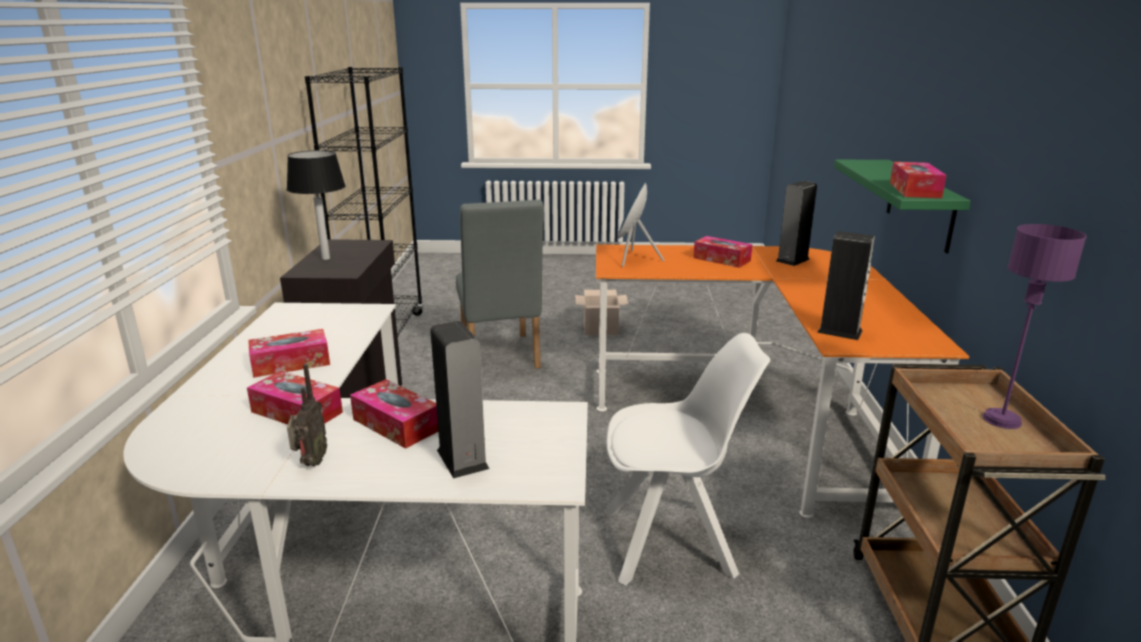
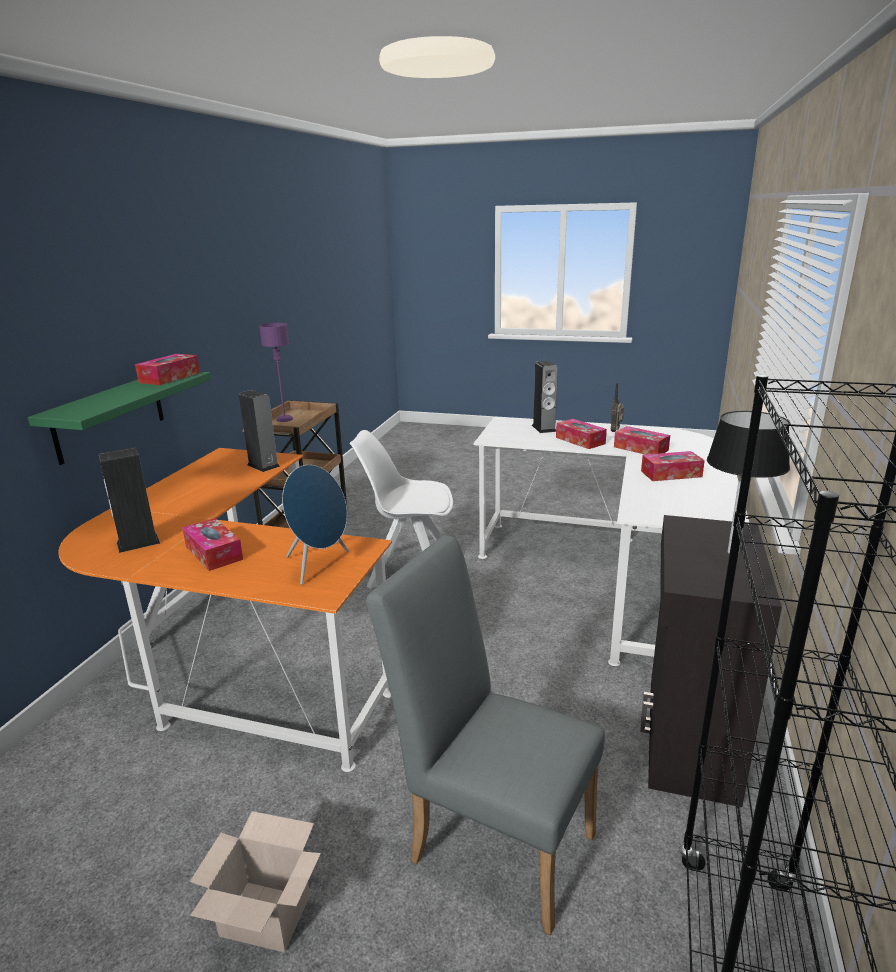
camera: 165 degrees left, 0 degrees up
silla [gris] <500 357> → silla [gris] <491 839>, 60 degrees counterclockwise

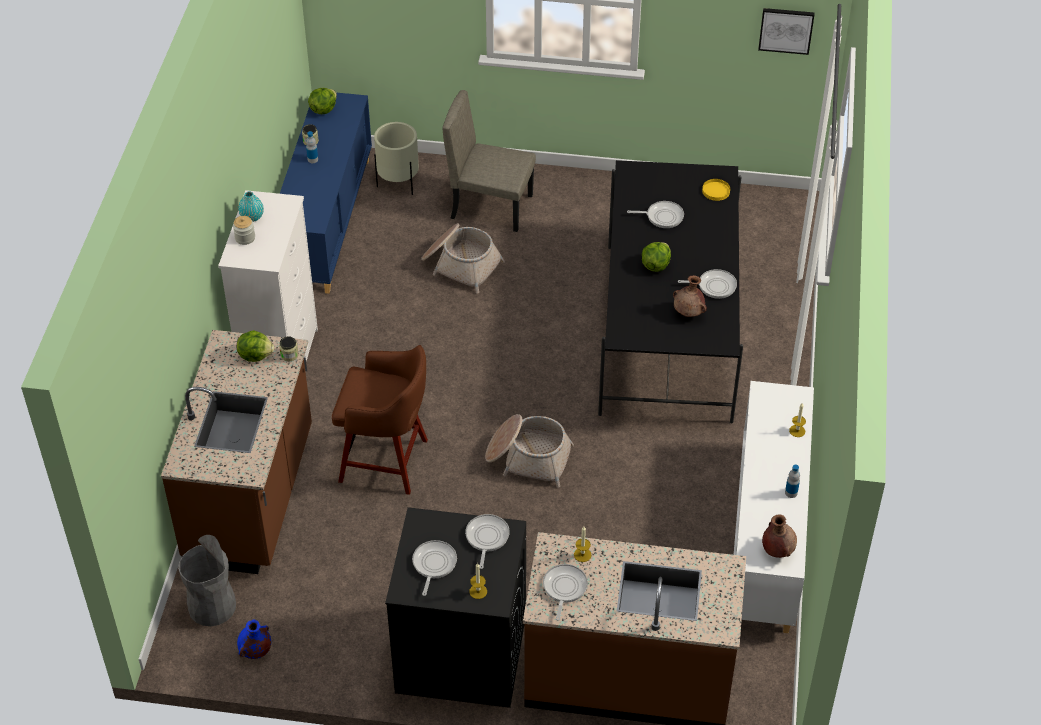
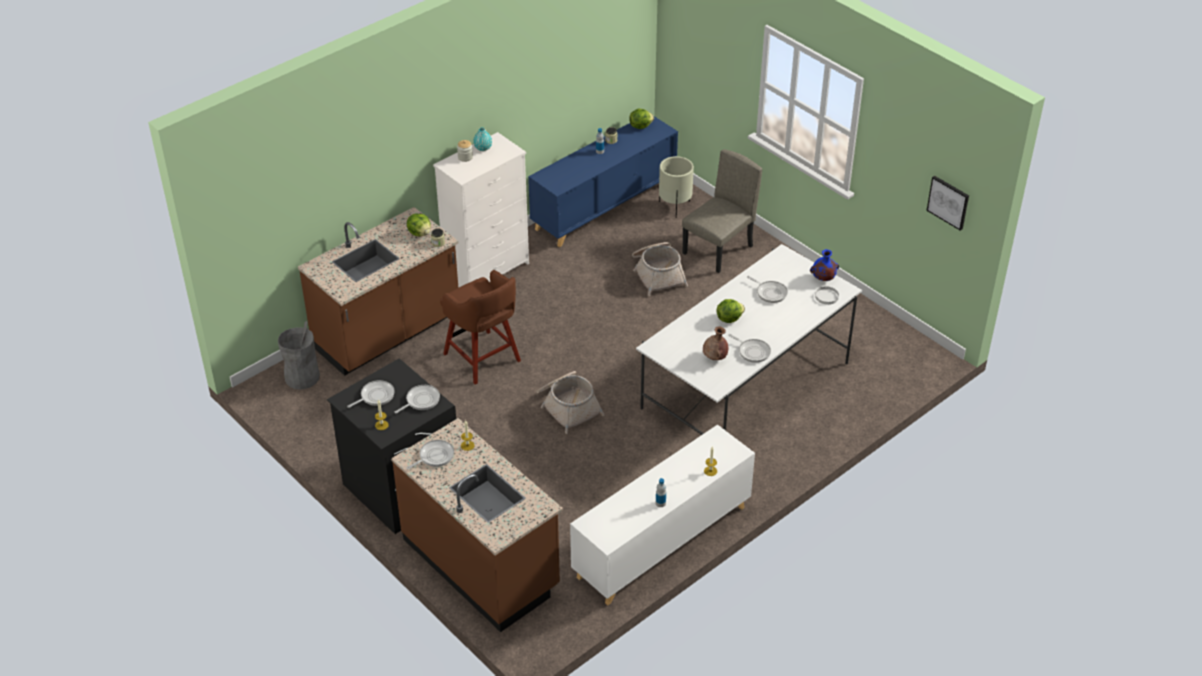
camera: 40 degrees right, 5 degrees down
mesa de comedor [negro] <668 331> → mesa de comedor [blanco] <745 385>
silla [beis] <491 206> → silla [beis] <718 250>, 75 degrees clockwise
florero [azul] <255 651> → florero [azul] <823 278>, relocated
plato [amarillo] <715 191> → plato [blanco] <826 296>
florero [marrón] <777 550> → -

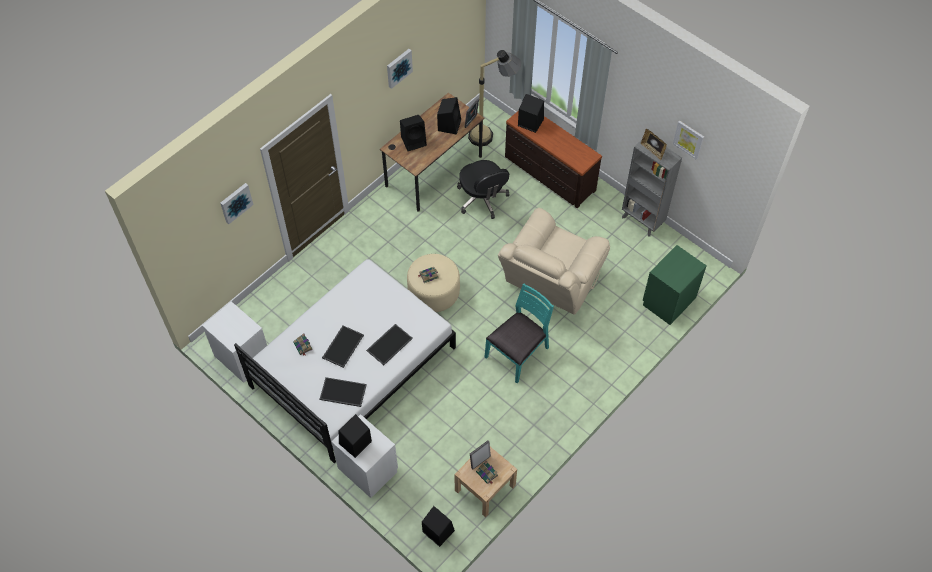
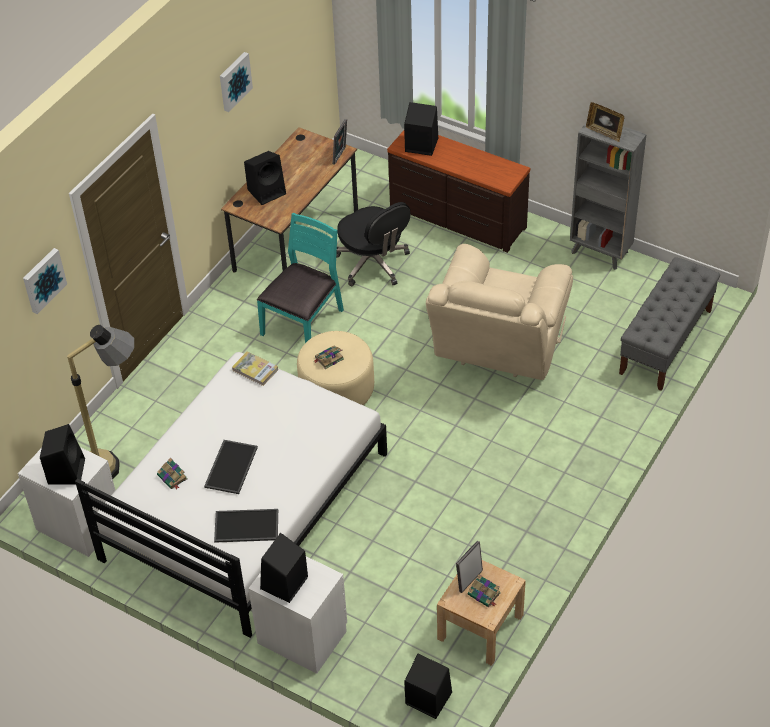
camera: 10 degrees left, 10 degrees down
altavoz [negro] <449 124> → altavoz [negro] <66 470>, relocated
lámpara de pie <492 135> → lámpara de pie <118 463>, relocated
- → libro <255 370>
silla [turquesa] <518 353> → silla [turquesa] <304 322>, relocated
mesita de noche [verde] <668 301> → banco [gris] <665 342>
bandeja <389 344> → -
cuadro <689 139> → -

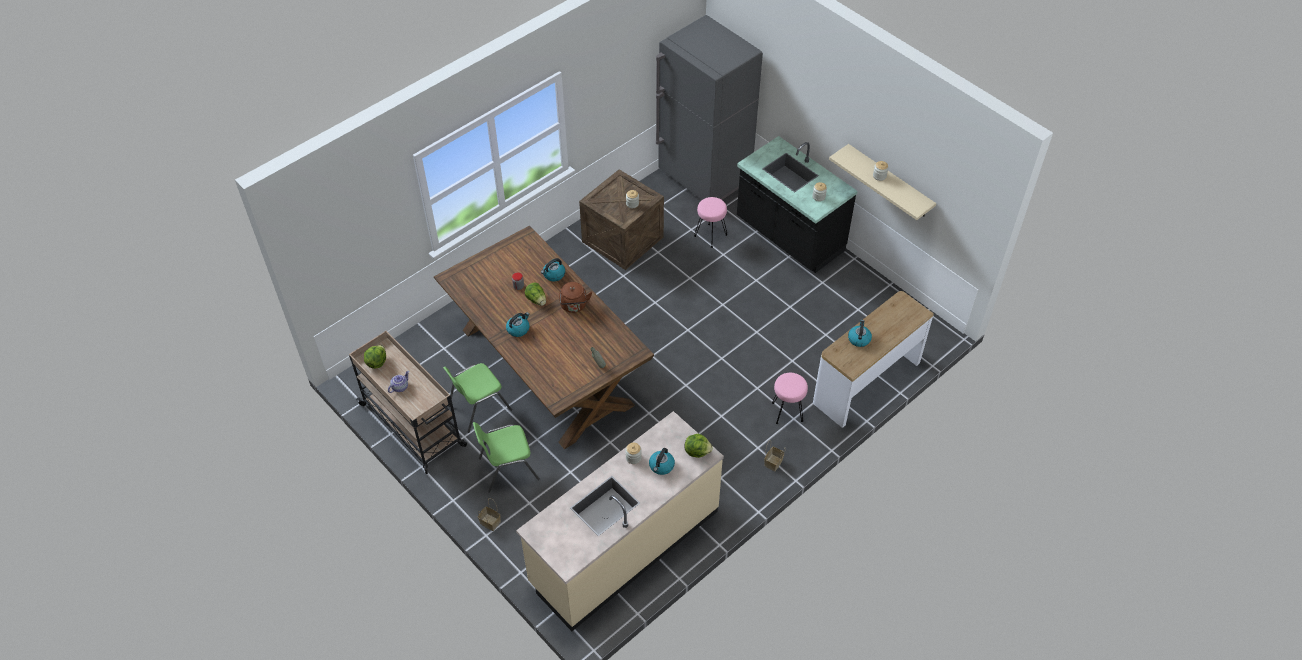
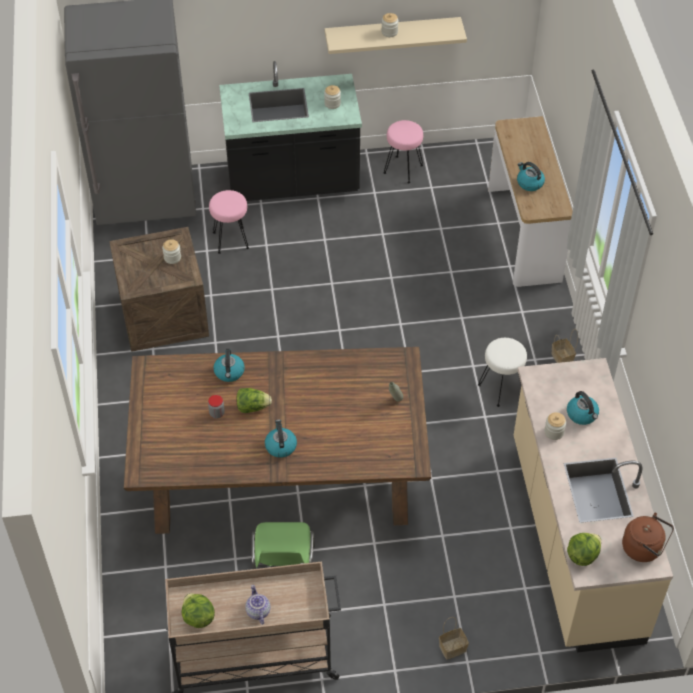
camera: 55 degrees left, 0 degrees up
taburete [rosa] <787 412> → taburete [rosa] <403 169>, relocated
- → taburete [blanco] <501 389>
lechuga <697 451> → lechuga <582 555>, relocated
hervidor [marrón] <574 306> → hervidor [marrón] <644 548>, relocated
silla [verde] <507 468> → -

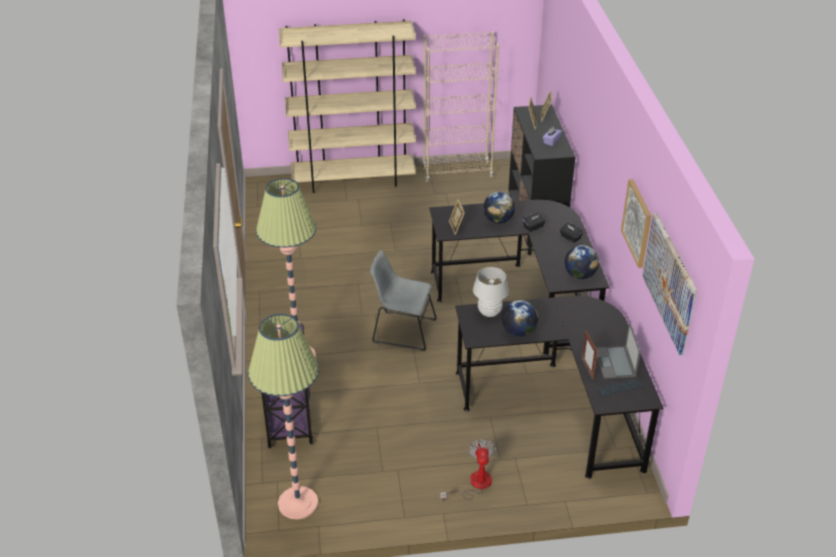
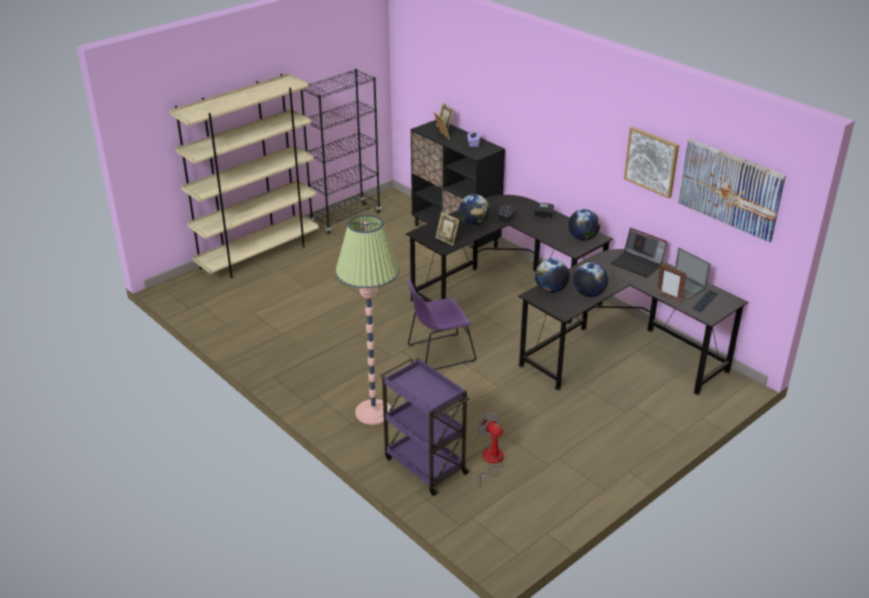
camera: 35 degrees left, 5 degrees down
estantería [beis] <457 173> → estantería [negro] <346 219>
silla [gris] <401 330> → silla [morado] <438 353>
ventilador <474 484> → ventilador <491 461>, relocated
lámpara de mesa [blanco] <489 312> → globo terráqueo <550 290>
- → portátil <638 264>
lámpara de pie <298 503> → -

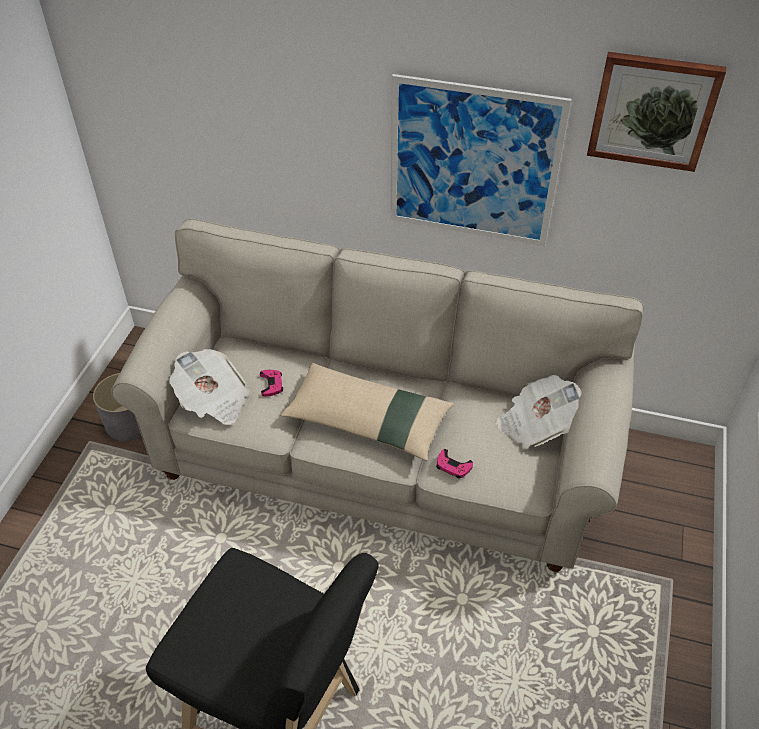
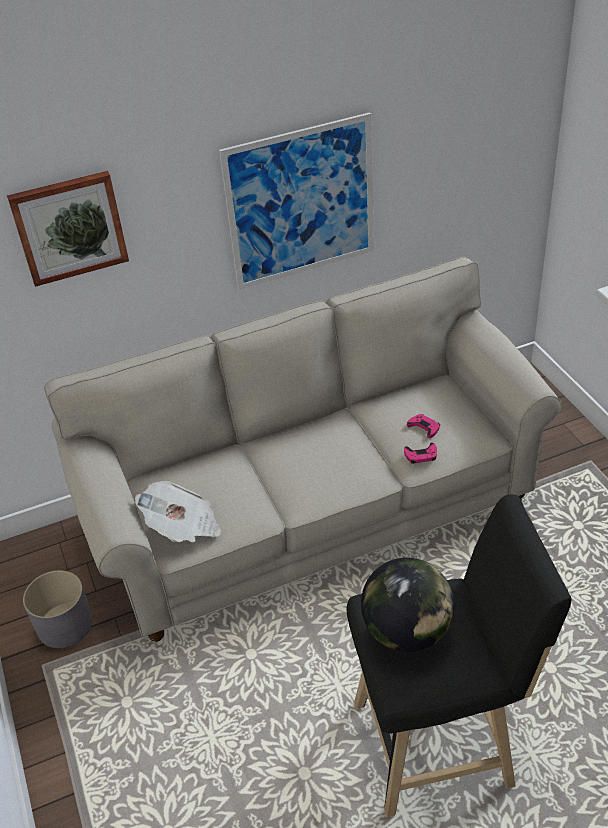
camera: 35 degrees left, 5 degrees down
cuadro <652 110> → cuadro <69 227>, relocated
- → globo terráqueo <407 632>
mando de consola [rosa] <271 384> → mando de consola [rosa] <424 427>, relocated
cojín [beis] <367 420> → -
periódico <535 425> → -

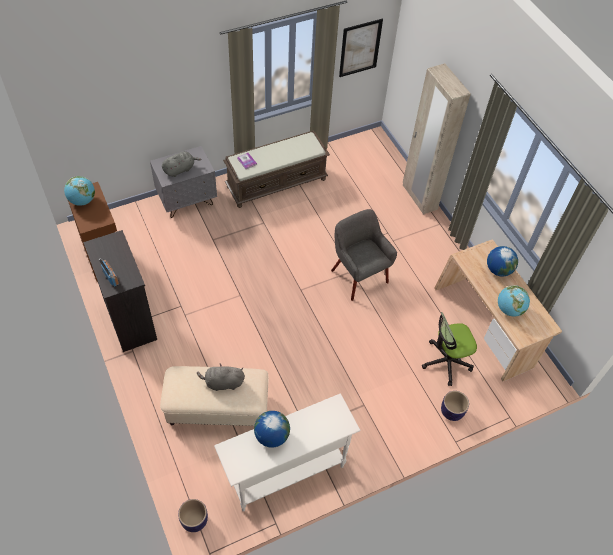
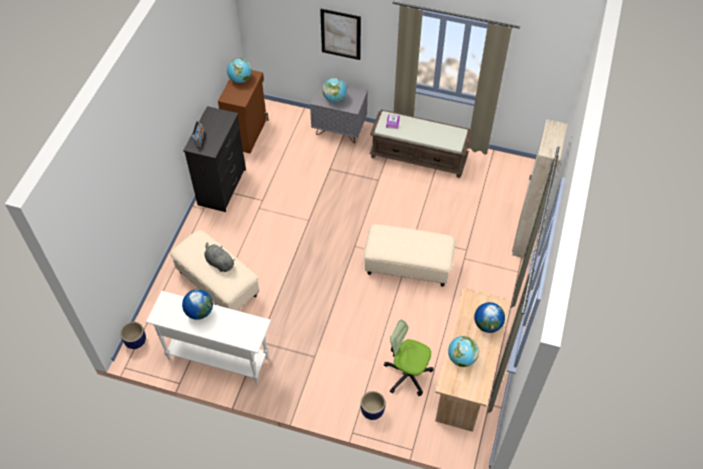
camera: 45 degrees right, 0 degrees up
cuadro <360 48> → cuadro <341 34>, relocated
peluche [gris] <180 169> → globo terráqueo <335 98>
sillón [gris] <358 276> → puf [beis] <408 266>

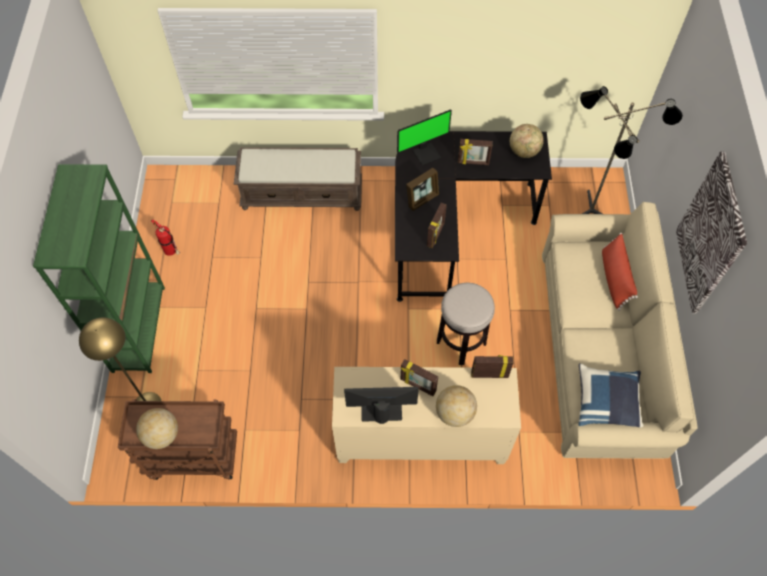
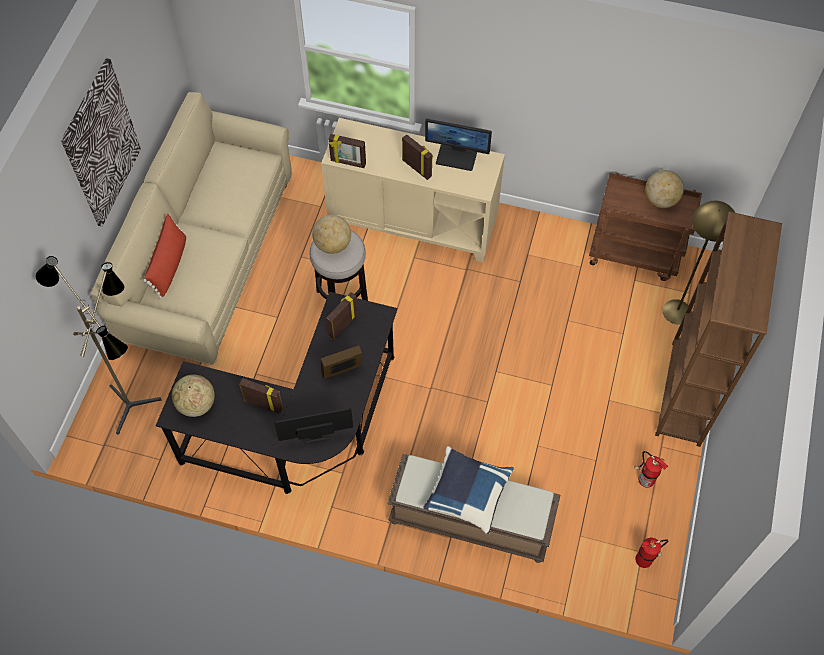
camera: 165 degrees left, 0 degrees up
globo terráqueo <454 413> → globo terráqueo <333 245>, relocated
cojín [azul] <607 402> → cojín [azul] <467 494>, relocated
- → extintor <645 560>
estantería [verde] <138 328> → estantería [marrón] <685 393>

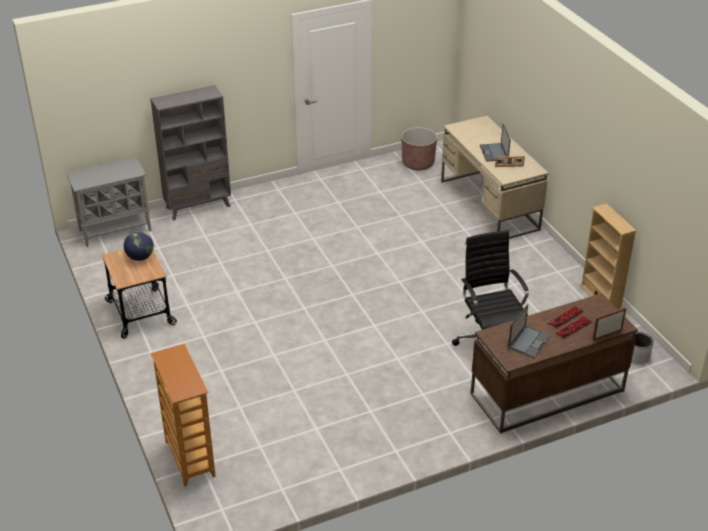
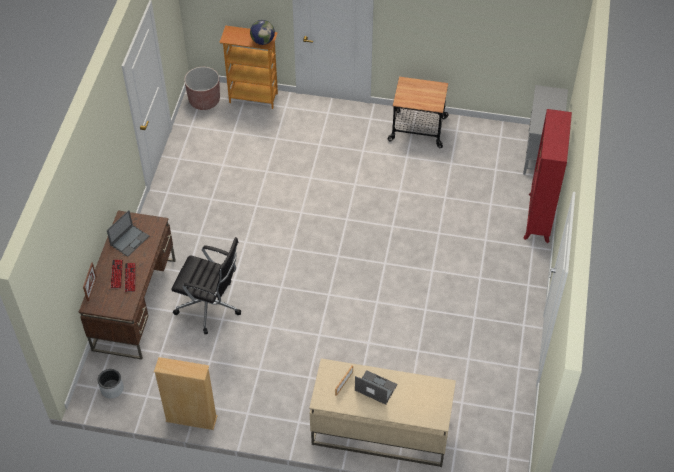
camera: 125 degrees right, 15 degrees up
portátil <529 341> → portátil <130 240>, 120 degrees counterclockwise
maceta [marrón] <418 163> → maceta [marrón] <204 100>, relocated
globo terráqueo <140 257> → globo terráqueo <262 41>, relocated
estantería [gris] <198 207> → estantería [rojo] <538 218>

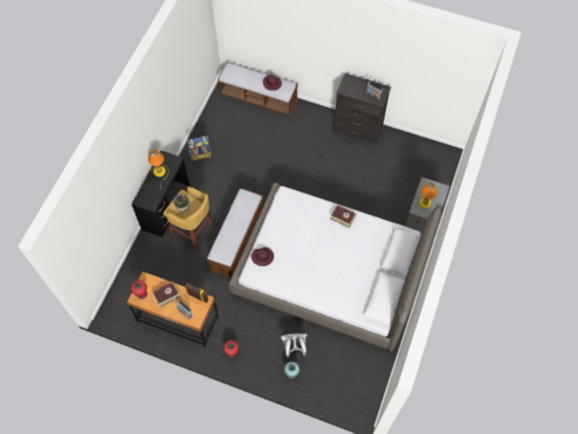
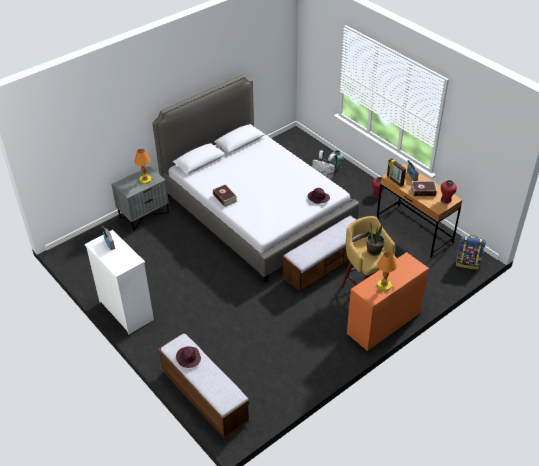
camera: 150 degrees left, 20 degrees down
cómoda [negro] <358 129> → cómoda [blanco] <126 310>
escritorio [negro] <165 207> → escritorio [naranja] <384 323>
mochila <200 155> → mochila <468 263>, relocated

